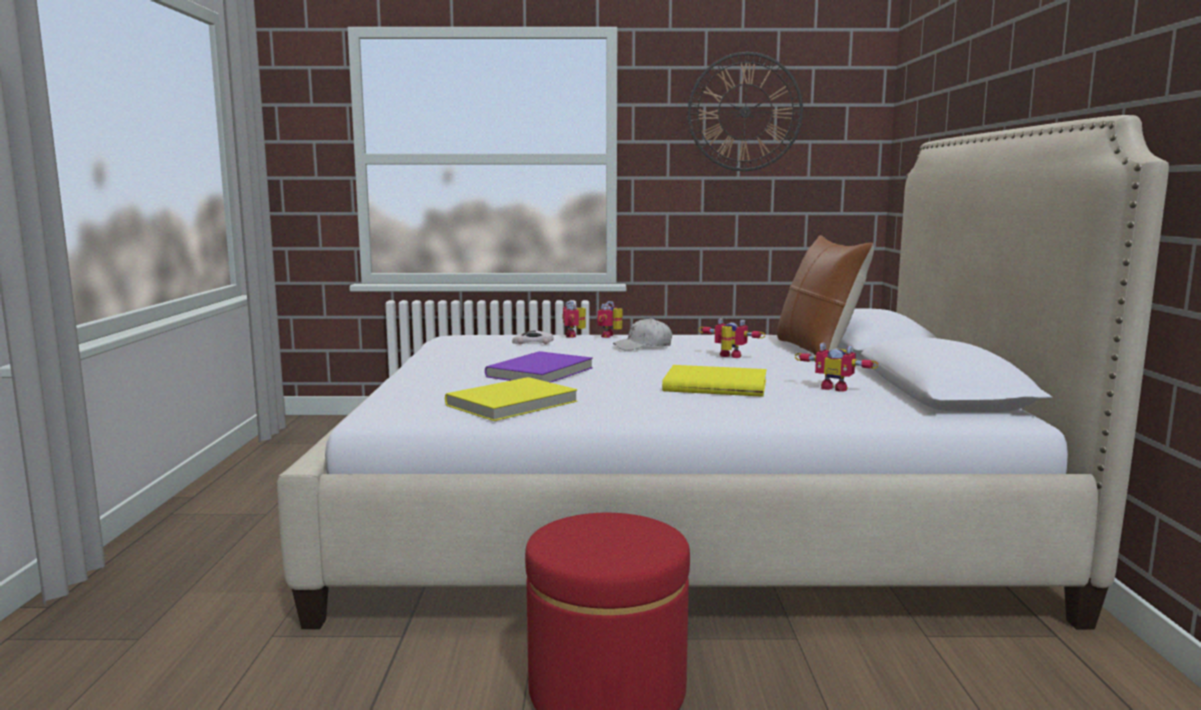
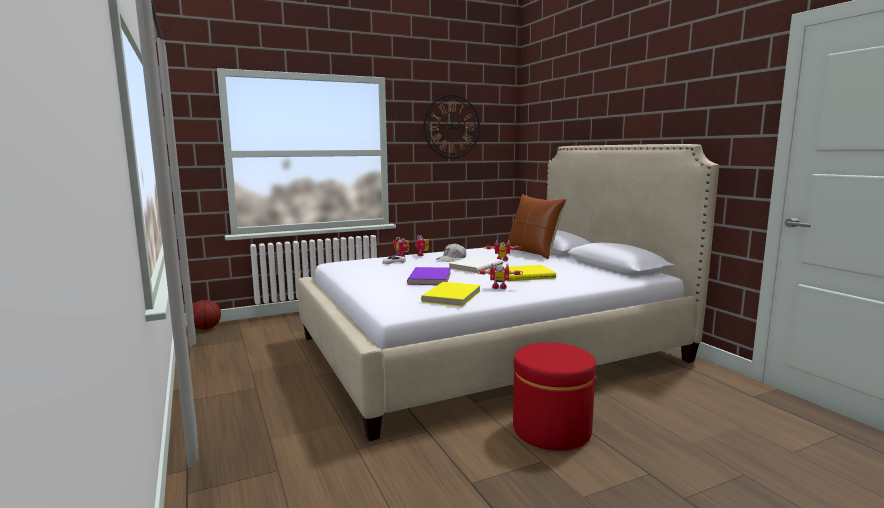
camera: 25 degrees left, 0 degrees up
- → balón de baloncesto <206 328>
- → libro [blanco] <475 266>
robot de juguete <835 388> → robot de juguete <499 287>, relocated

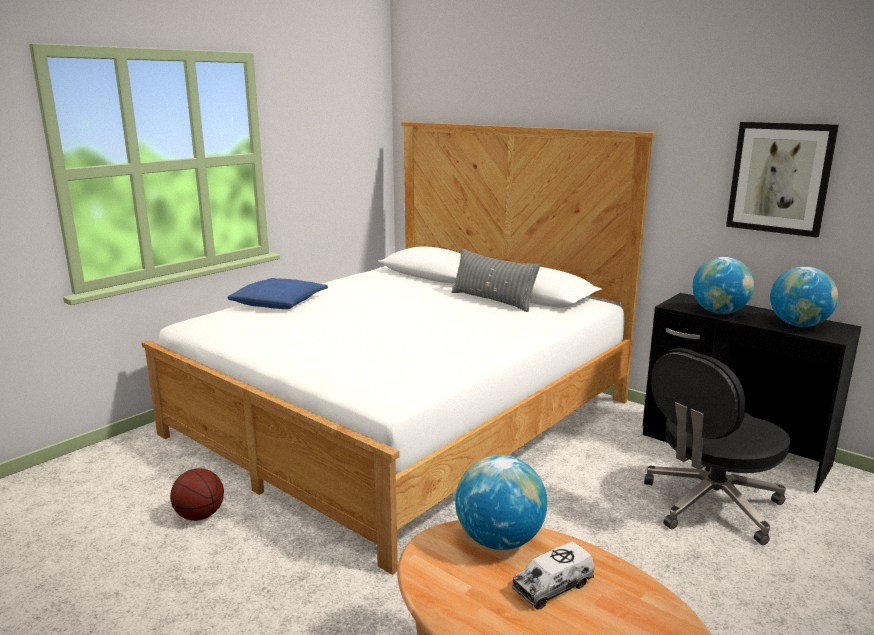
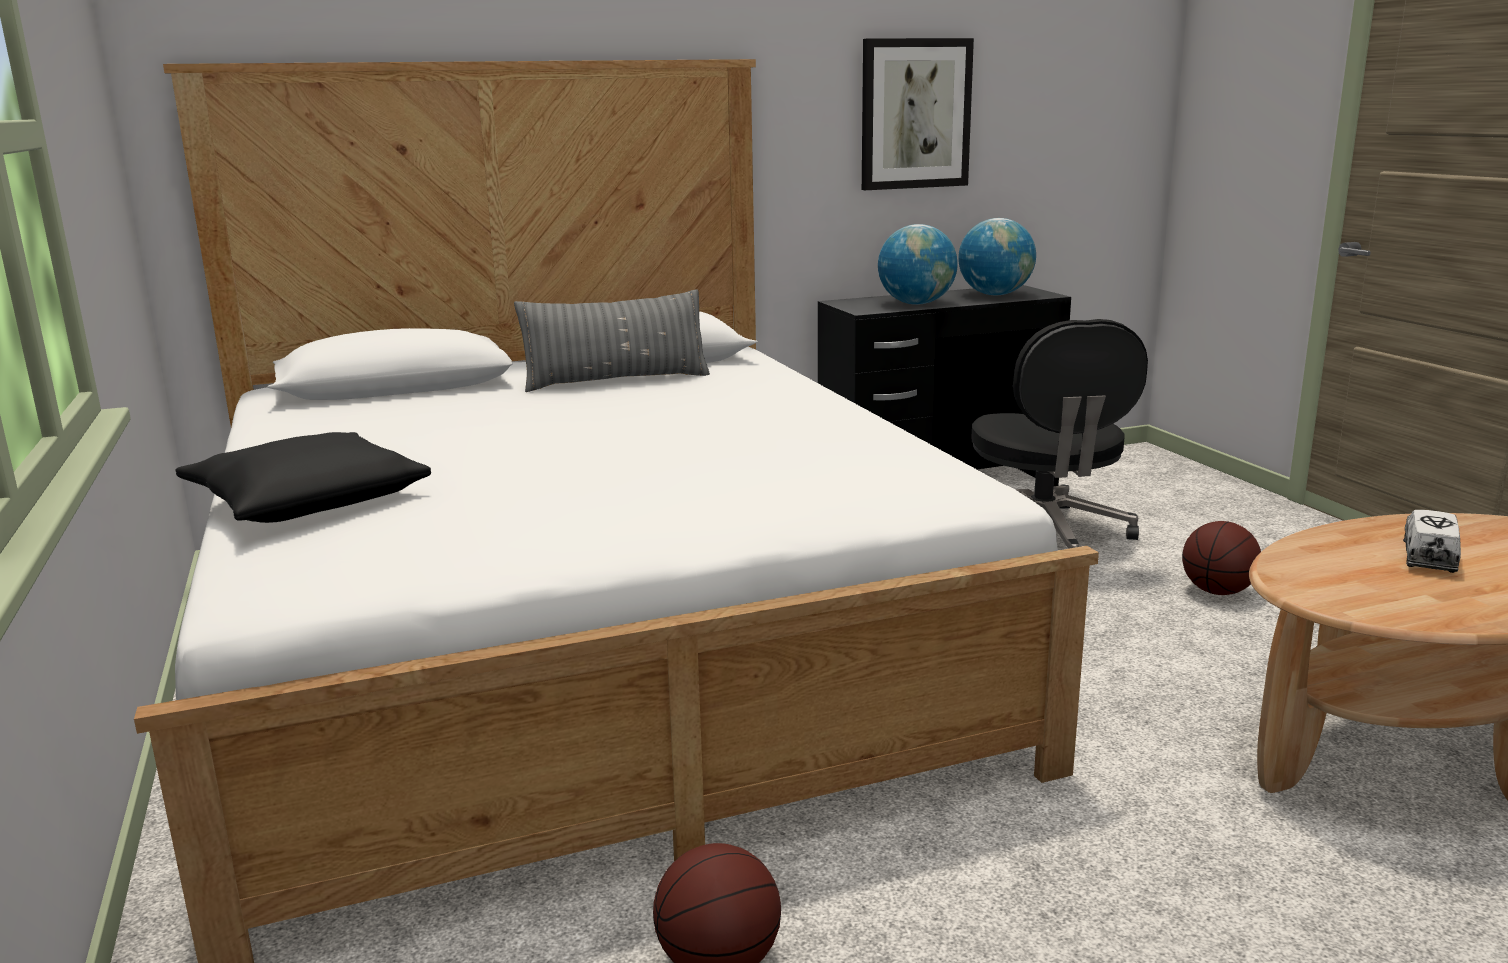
camera: 60 degrees left, 0 degrees up
cojín [azul] <280 302> → cojín [negro] <306 499>
- → balón de baloncesto <1217 591>
camión de juguete <553 586> → camión de juguete <1429 556>, 150 degrees counterclockwise
globo terráqueo <499 540> → -

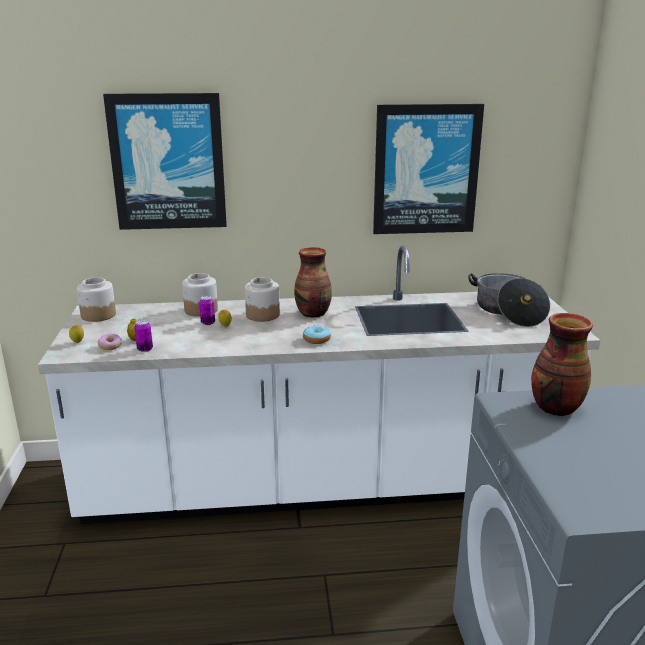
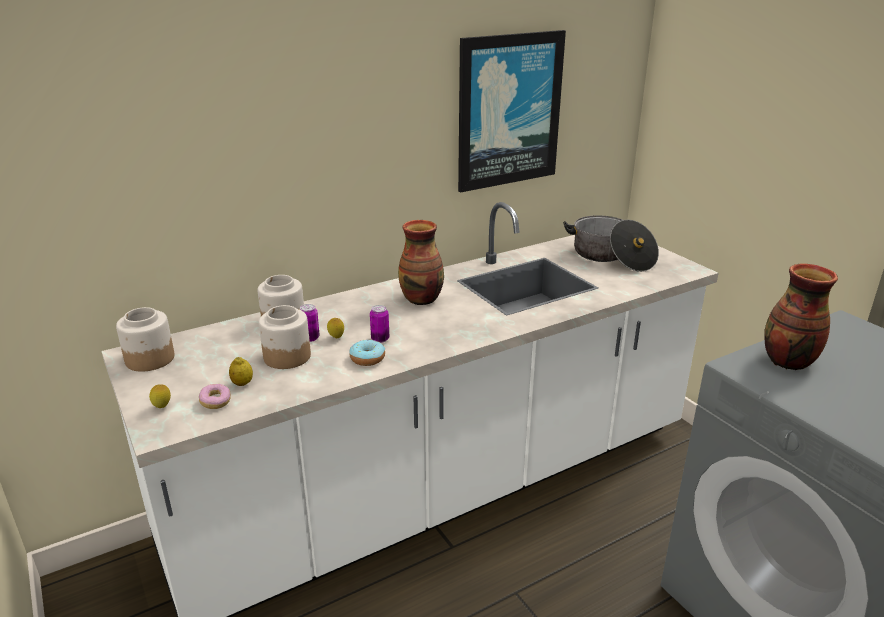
camera: 25 degrees left, 5 degrees up
tarro <262 315> → tarro <286 356>, relocated
rosquilla <316 340> → rosquilla <367 358>, relocated
lata <145 349> → lata <380 339>, relocated
cuadro <168 162> → -

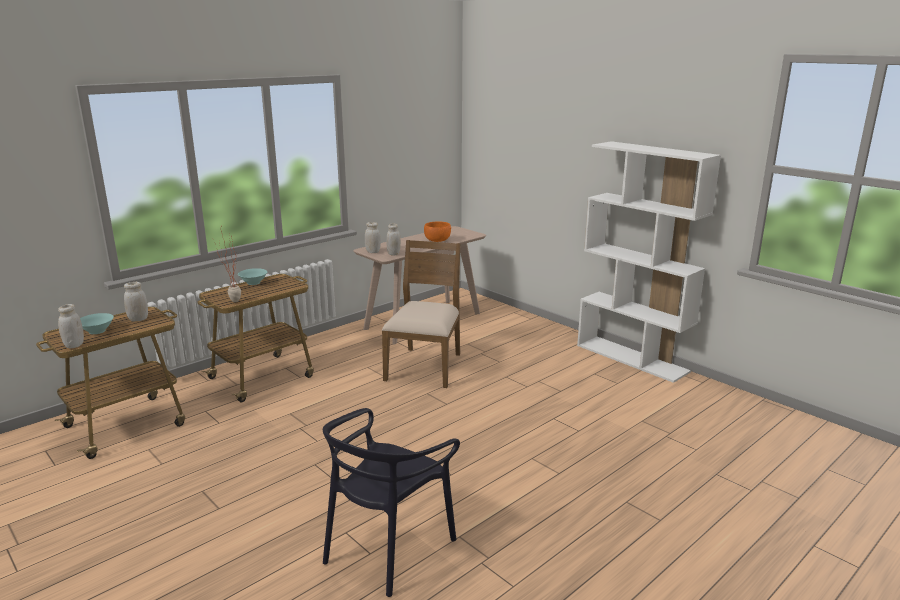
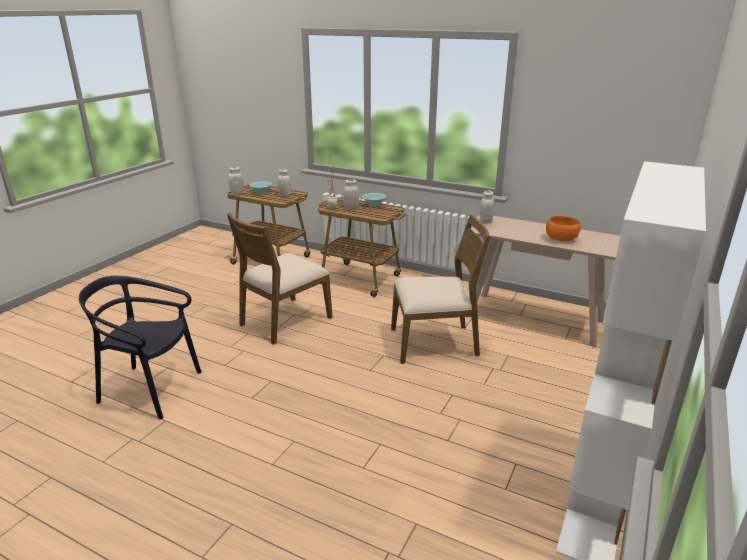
camera: 70 degrees right, 5 degrees up
- → silla [marrón] <284 321>
tarro [blanco] <393 254> → tarro [blanco] <351 207>, relocated

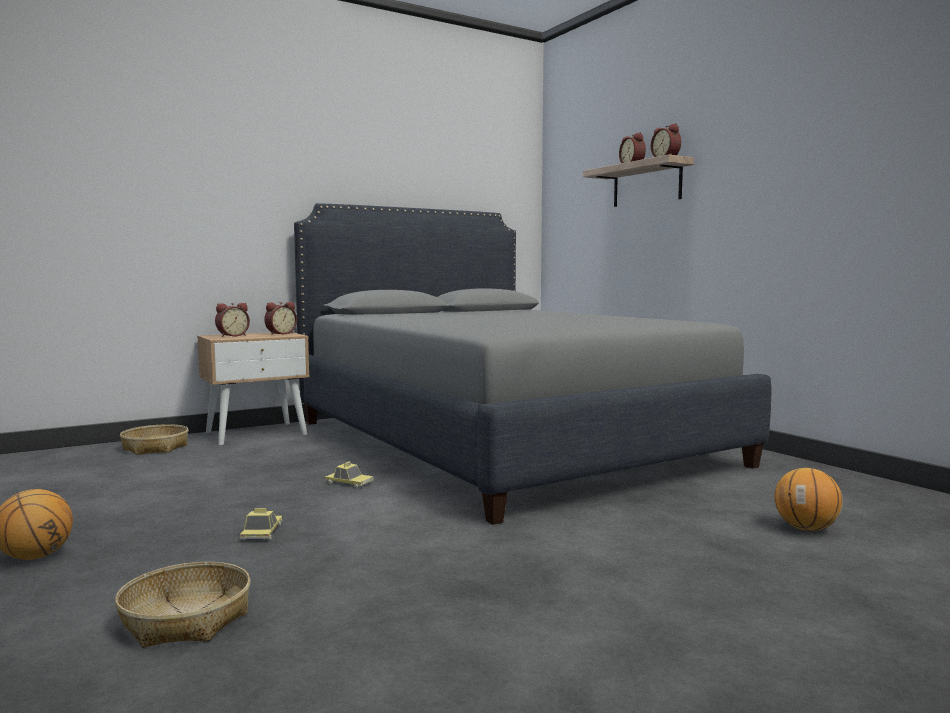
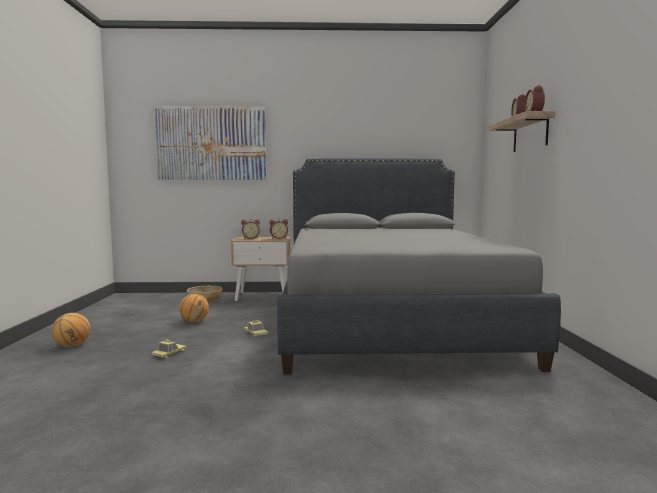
camera: 30 degrees right, 0 degrees up
- → cuadro <211 143>
balón de baloncesto <806 529> → balón de baloncesto <194 321>, relocated
cesta <185 619> → -

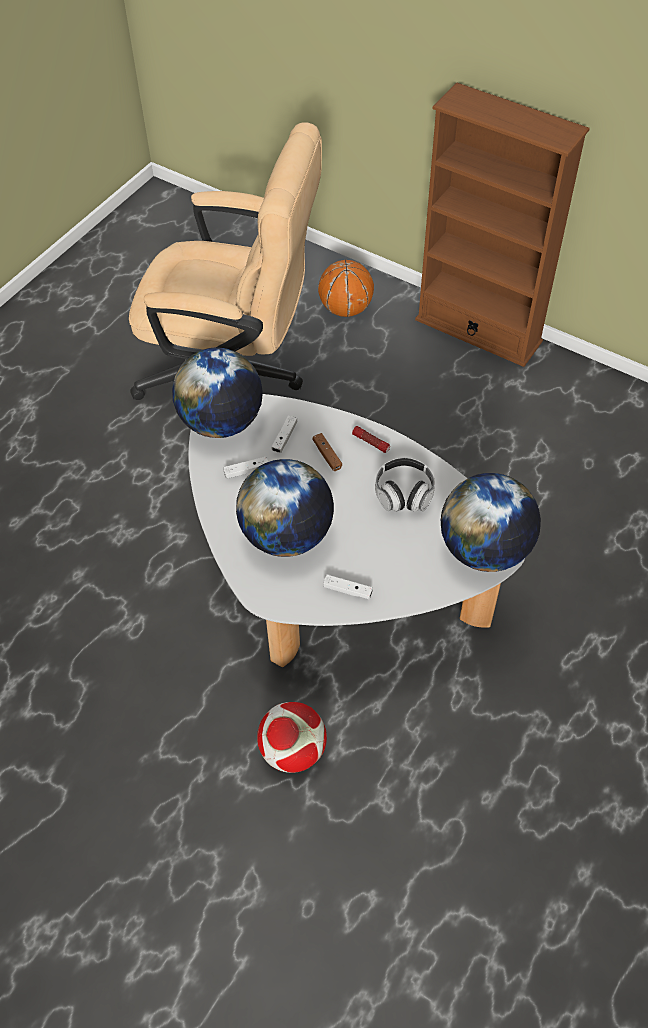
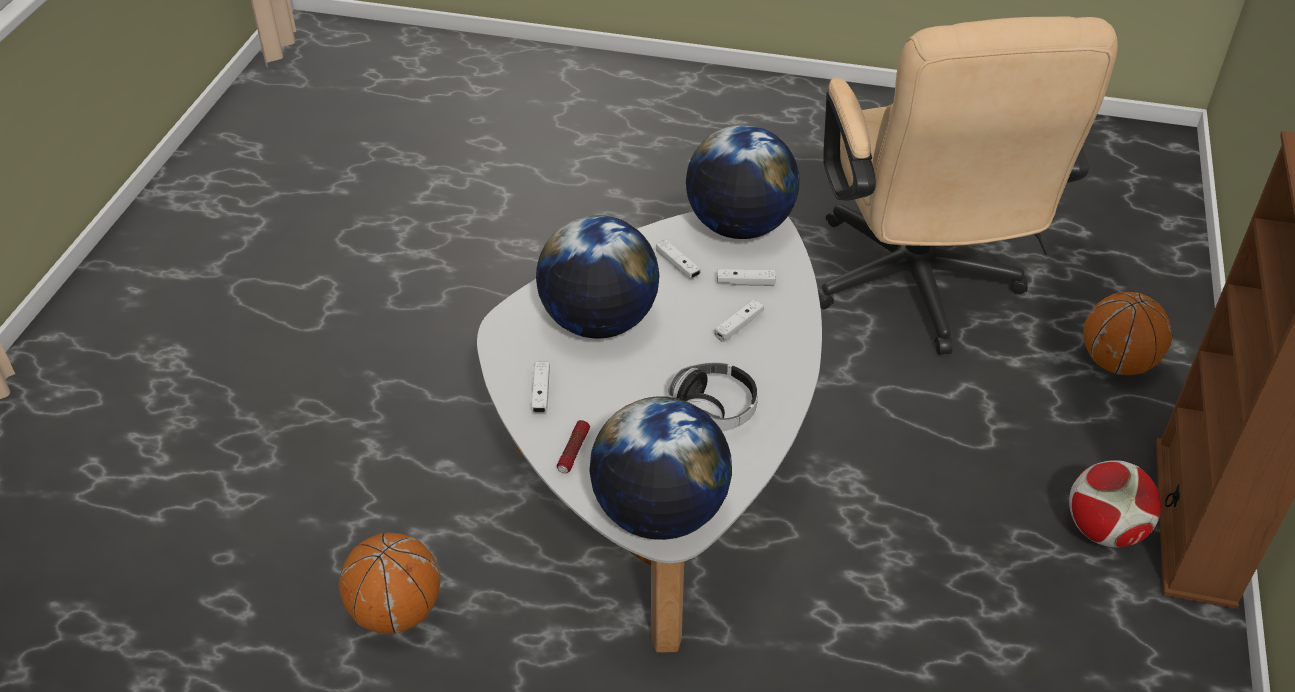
camera: 70 degrees right, 10 degrees down
- → balón de baloncesto <396 612>
linterna <371 442> → linterna <573 452>, relocated
mando de consola [marrón] <327 455> → mando de consola [blanco] <739 326>
balón de fútbol <292 750> → balón de fútbol <1104 530>, relocated

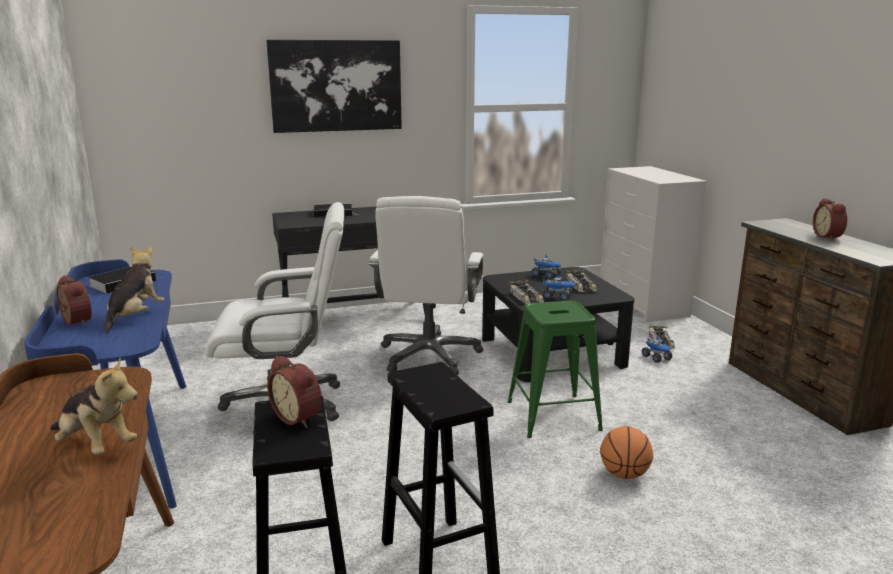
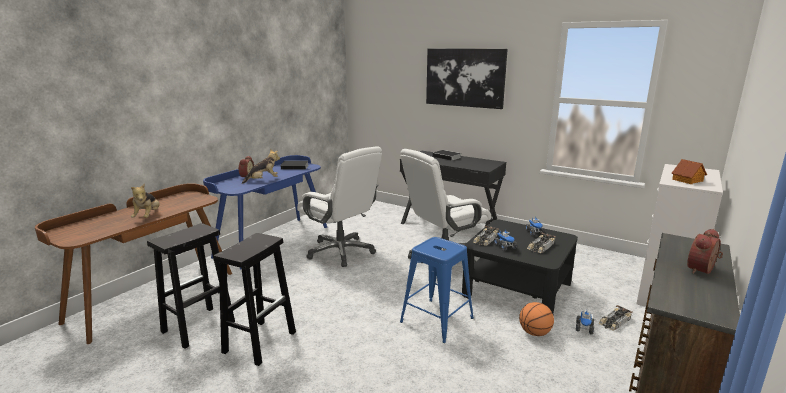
camera: 50 degrees right, 0 degrees up
taburete [verde] <553 416> → taburete [azul] <436 320>
balón de baloncesto <624 474> → balón de baloncesto <534 333>, relocated
- → casita <688 180>
despertador <299 417> → -

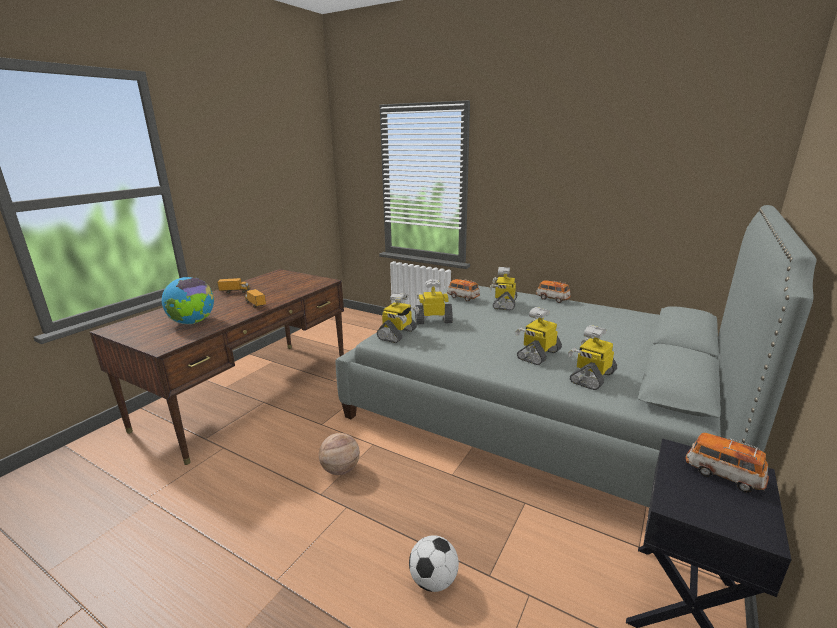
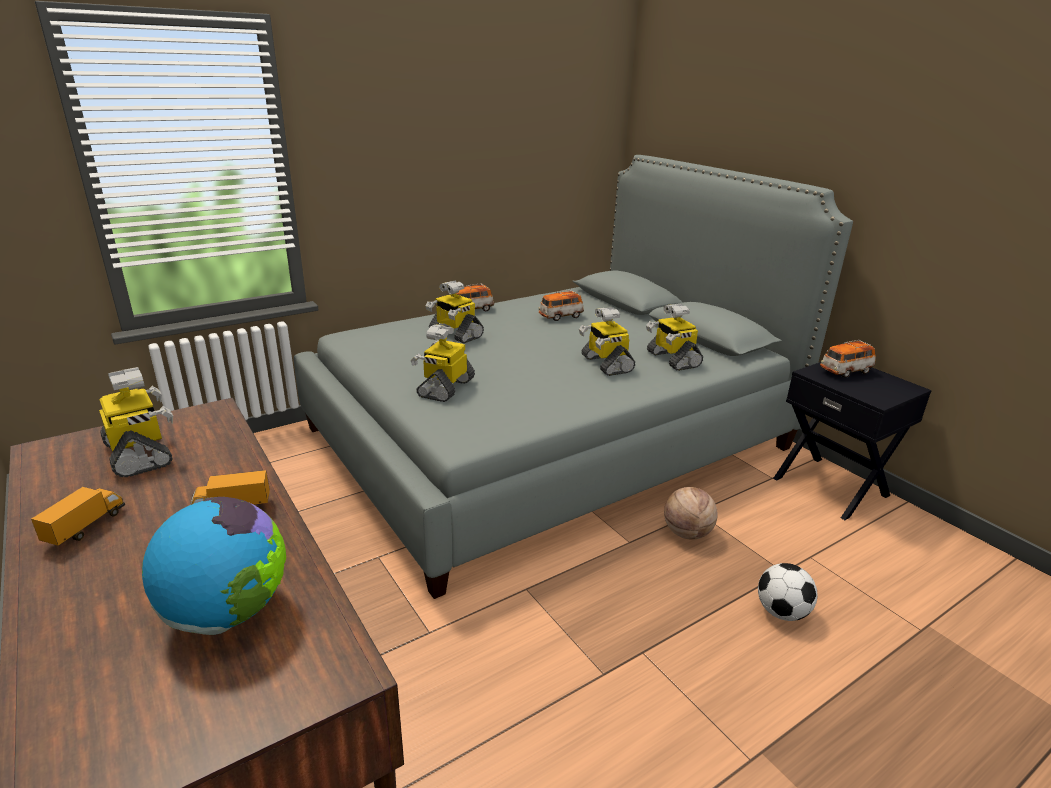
camera: 65 degrees left, 5 degrees up
robot de juguete <398 334> → robot de juguete <140 454>, relocated
coche de juguete <463 297> → coche de juguete <560 316>, relocated
balón de baloncesto <341 469> → balón de baloncesto <687 533>, relocated

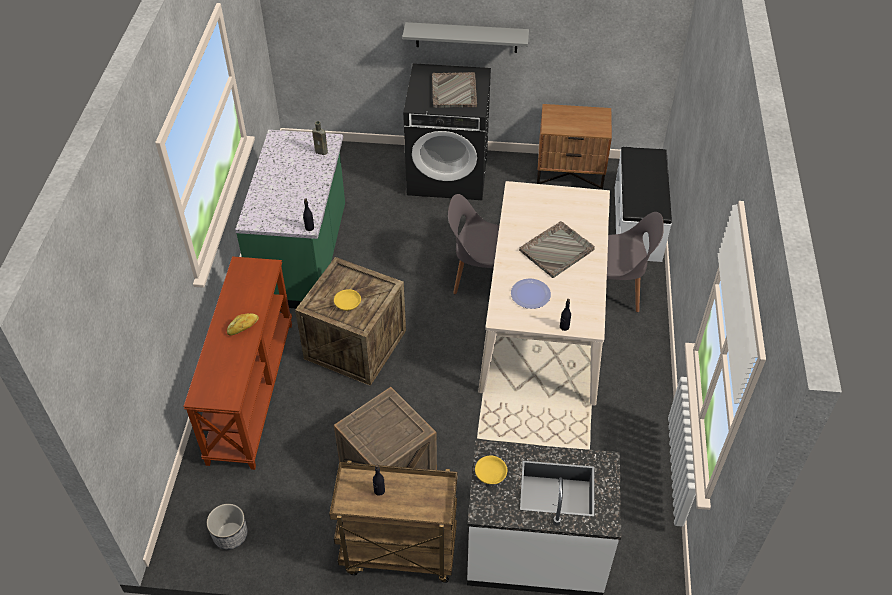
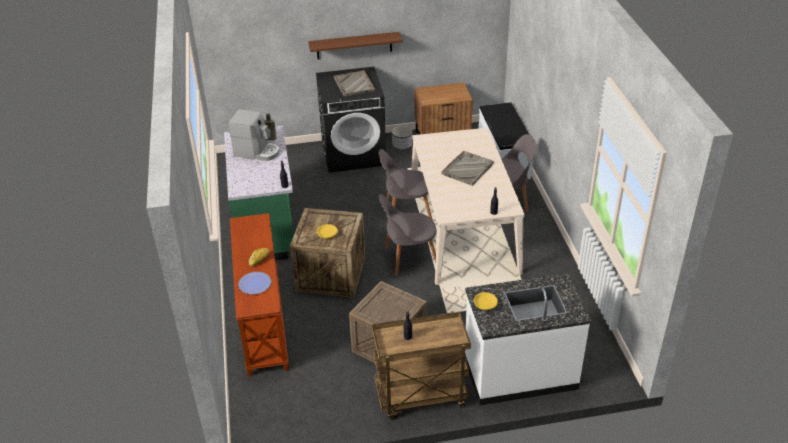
camera: 15 degrees left, 10 degrees down
- → cafetera <257 152>
plato <530 294> → plato <255 284>, relocated
estante [gris] <466 37> → estante [marrón] <354 45>
- → silla [gris] <408 258>
maceta <230 535> → maceta <402 146>, relocated

